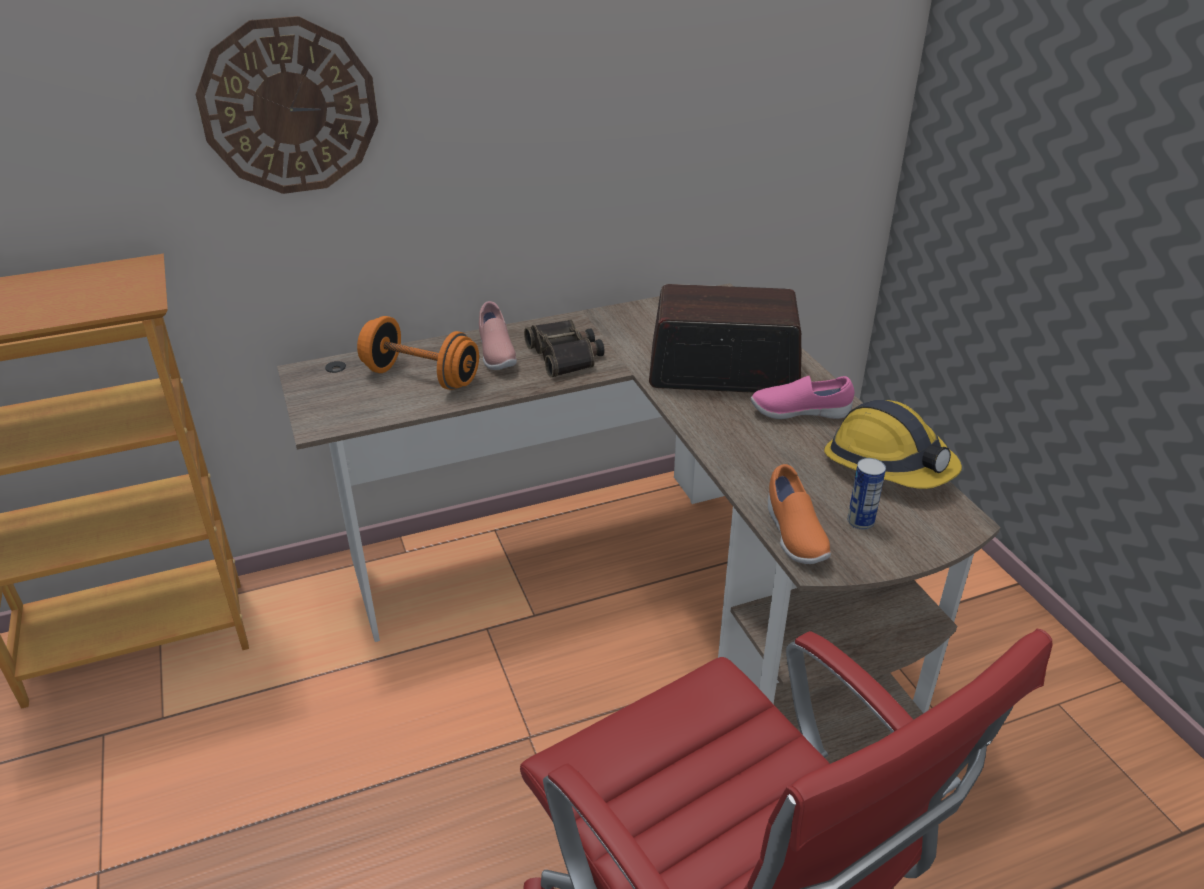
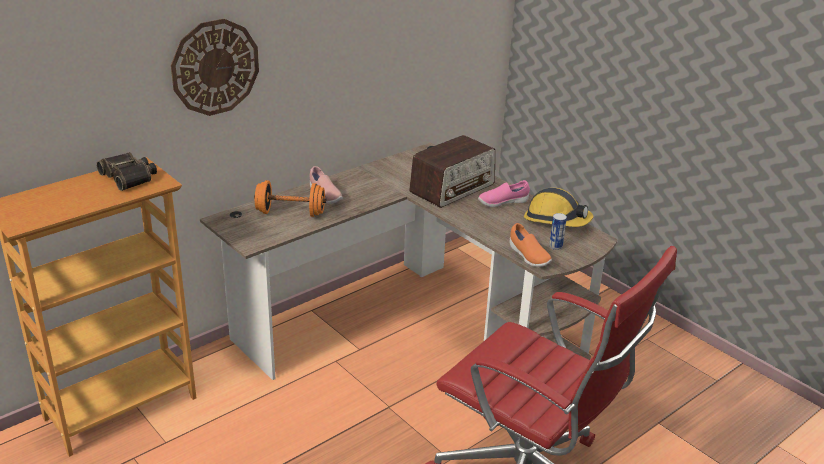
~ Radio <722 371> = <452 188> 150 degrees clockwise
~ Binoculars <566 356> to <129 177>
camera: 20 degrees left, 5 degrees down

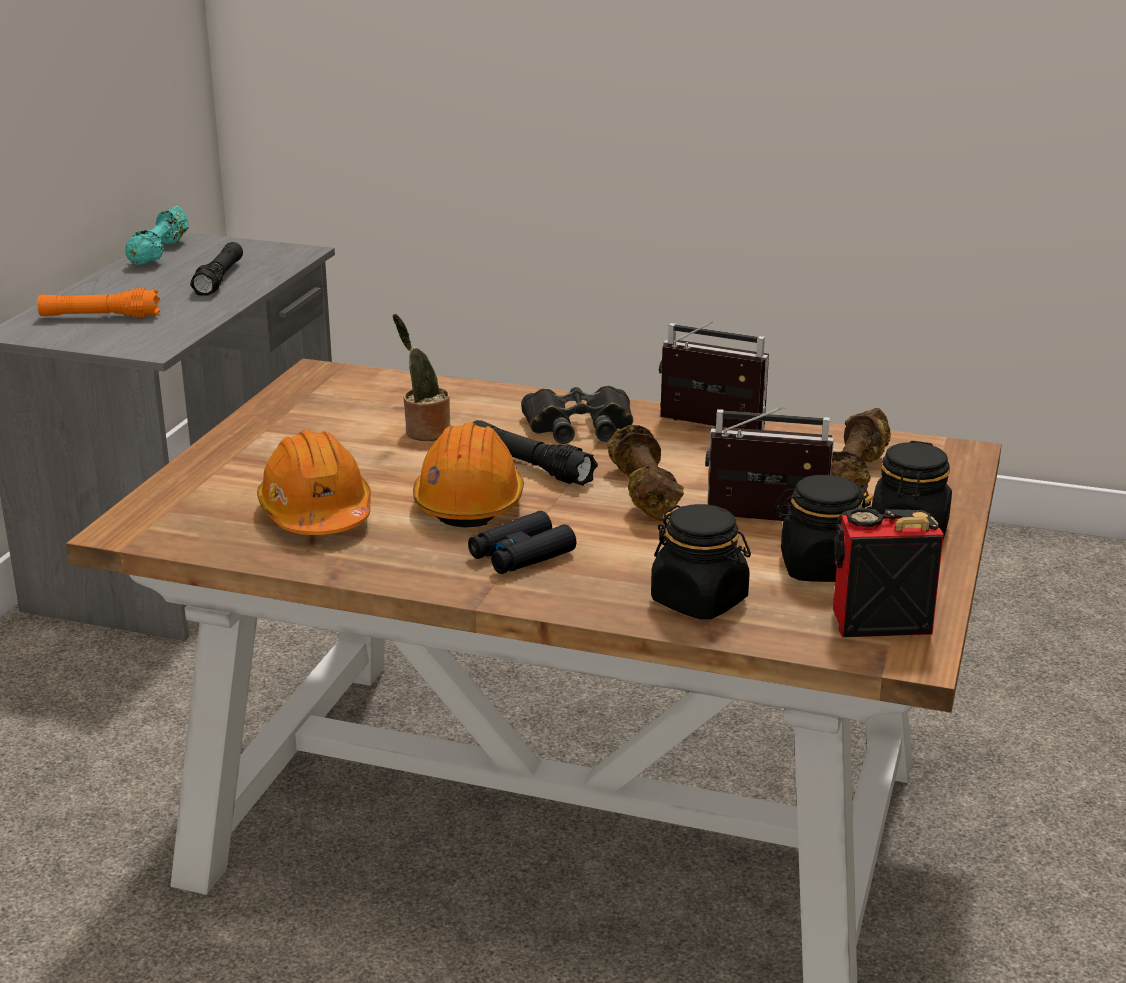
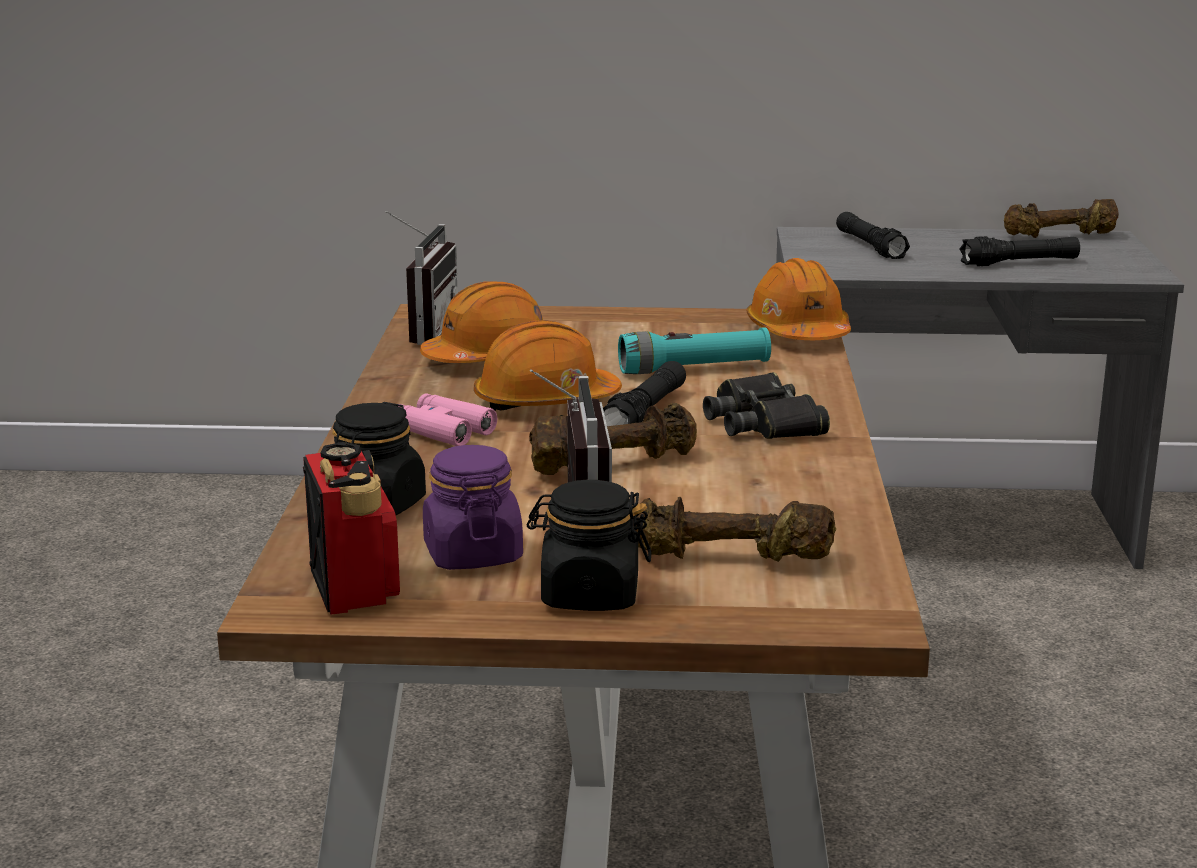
~ TurquoiseDumbbell <160 253> to BrownDumbbell <1060 237>
~ OrangeFlashlight <100 316> to BlackFlashlight <869 246>
~ PottedPlant <424 432> to TurquoiseFlashlight <694 369>
~ Radio <706 428> to <421 330>
~ BlackJar <820 568> to PurpleJar <472 554>
~ BlackBinoculars <521 555> to PinkBinoculars <443 431>
+ OrangeHardHat <798 332>
camera: 75 degrees right, 5 degrees down

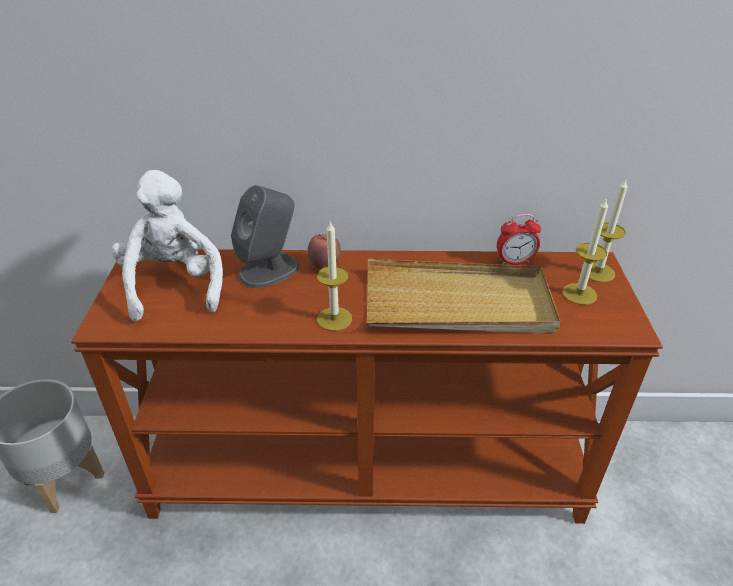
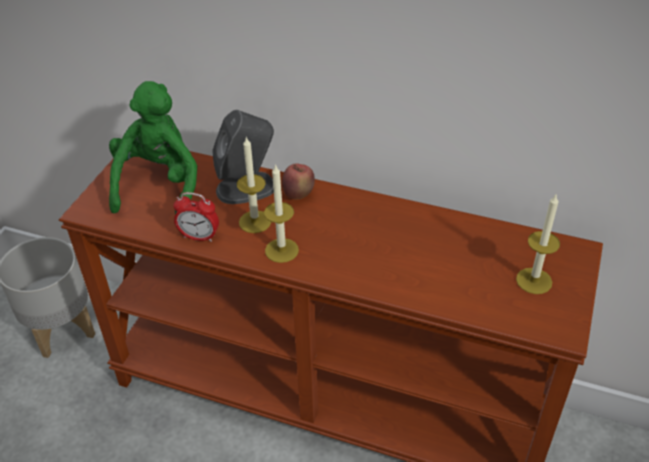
~ WhitePlushToy <174 285> to GreenPlushToy <159 185>
~ Candle <598 272> to <255 222>
~ AlarmClock <514 261> to <199 237>
- BeigeTray <457 303>
camera: 20 degrees right, 5 degrees up

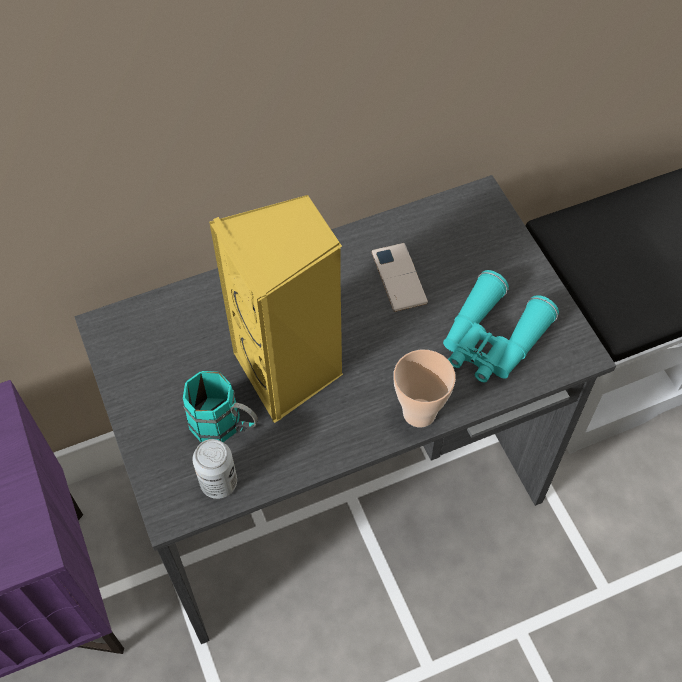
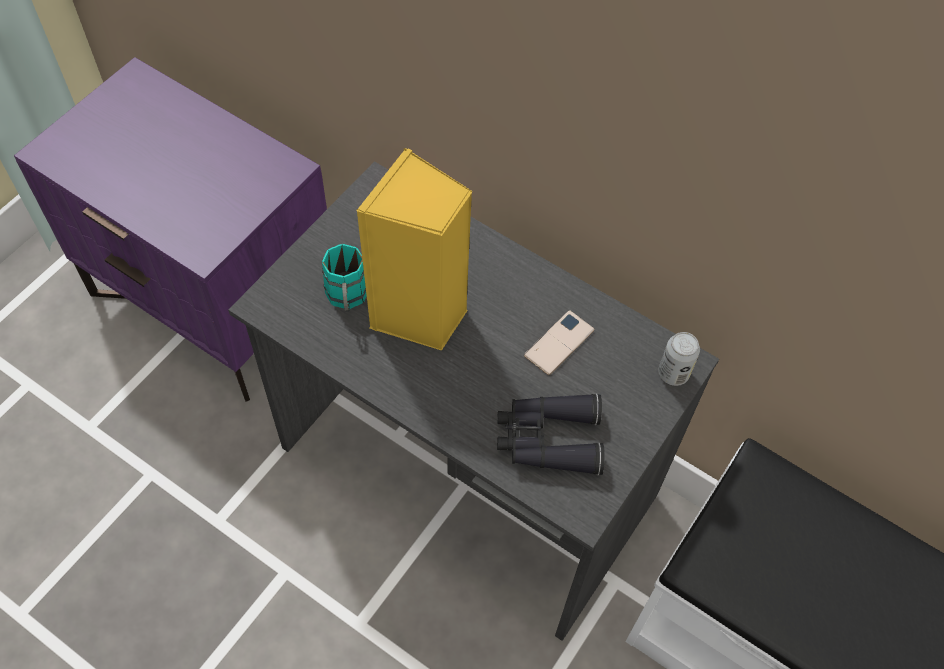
~ TurquoiseBinoculars <491 340> to BlackBinoculars <548 439>
- Cup <419 412>
~ Can <219 483> to <673 373>
camera: 55 degrees right, 0 degrees up

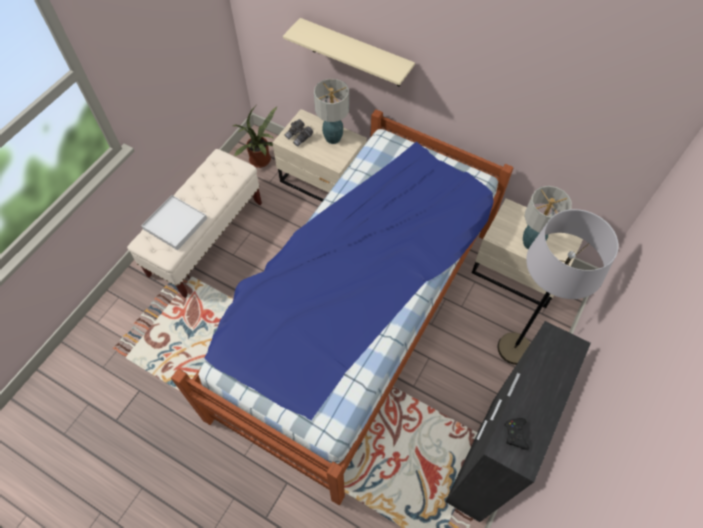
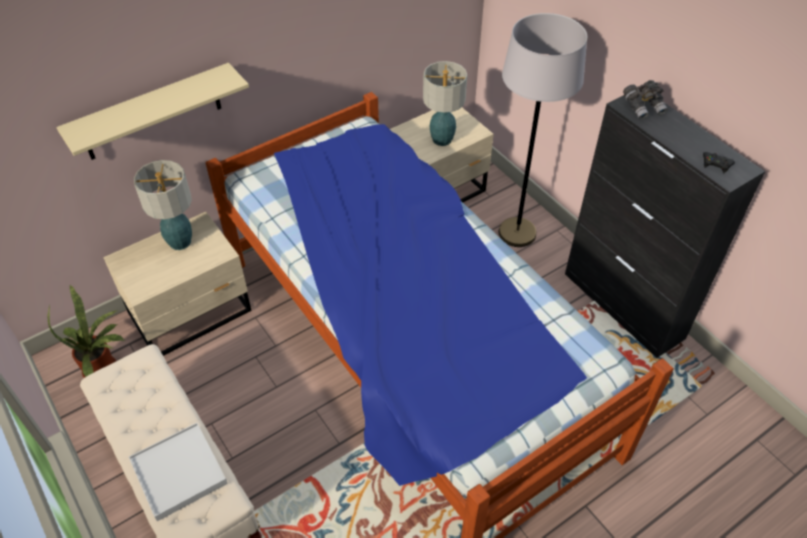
~ GreyBinoculars <299 137> to <643 107>
camera: 65 degrees left, 10 degrees down

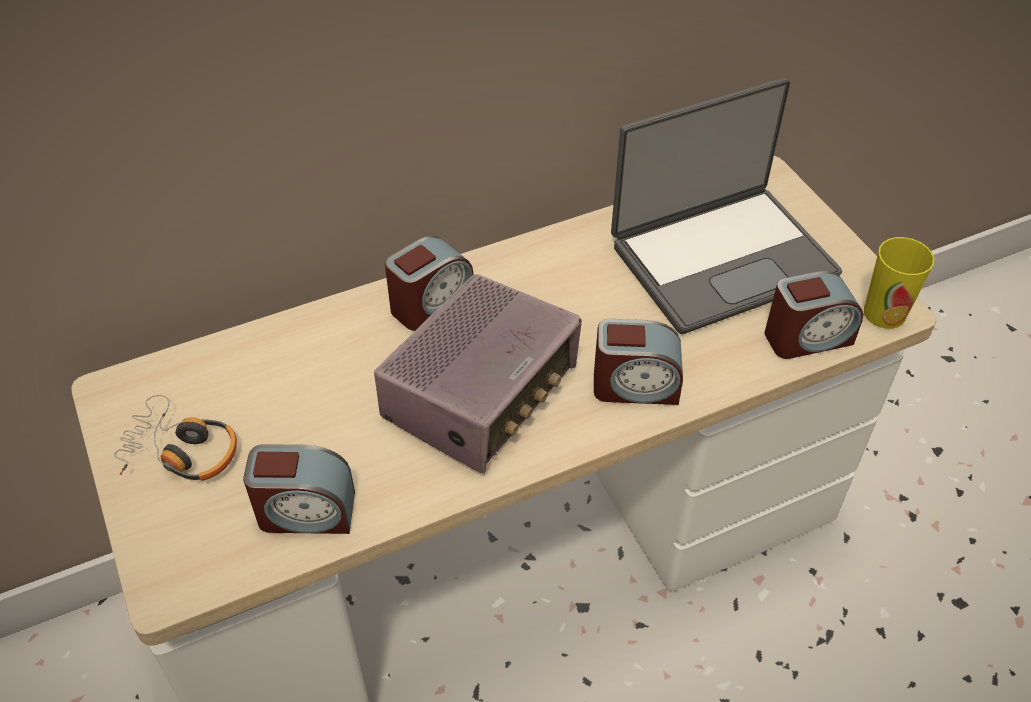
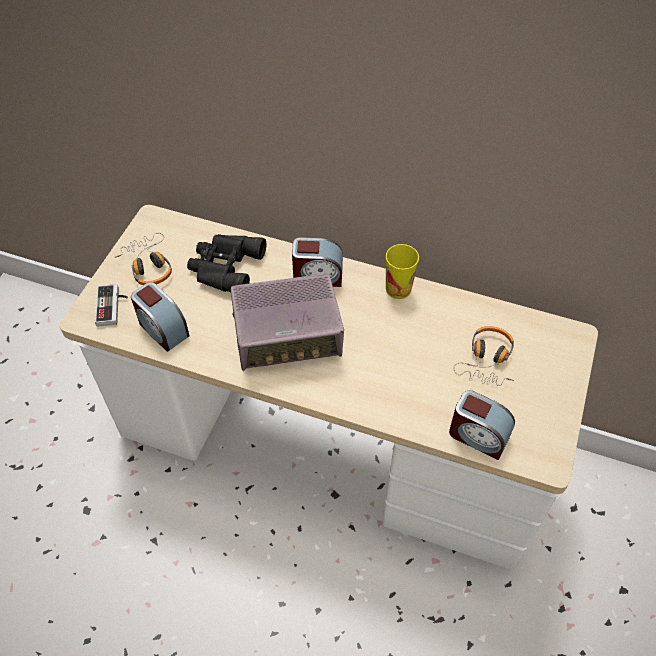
~ Laptop <721 258> to Headphones <487 360>
~ Cup <884 313> to <398 289>
- AlarmClock <635 386>
+ BlackBinoculars <224 267>
+ GameController <113 306>
camera: 45 degrees right, 5 degrees up

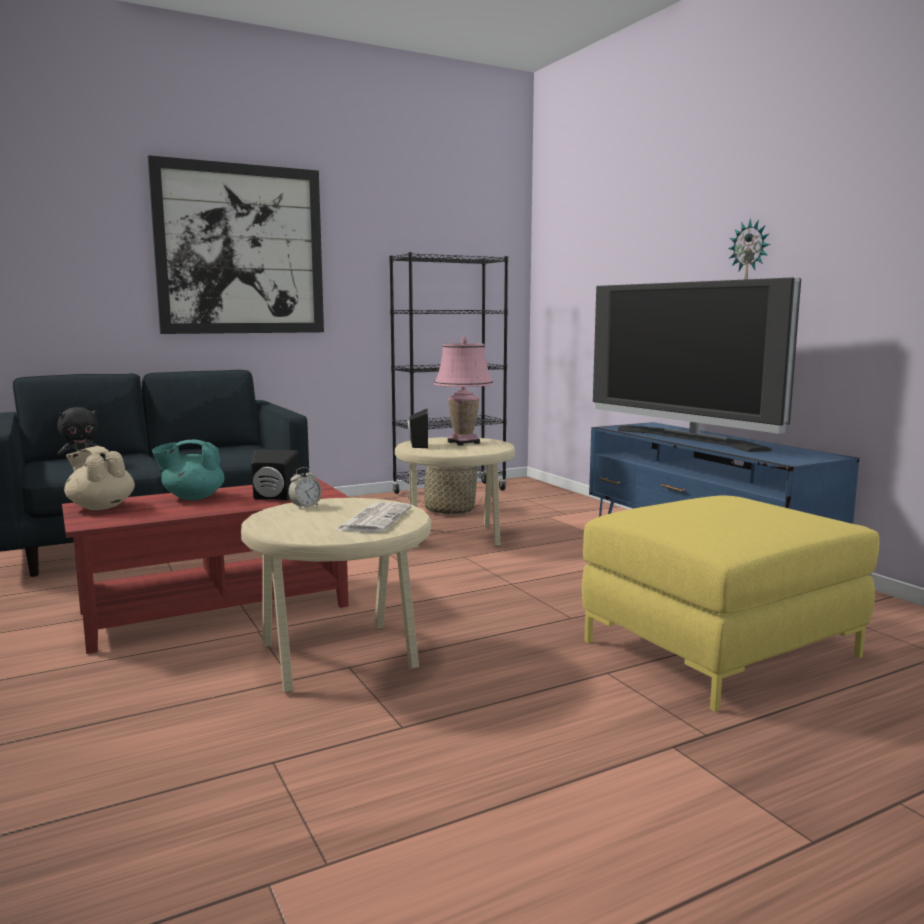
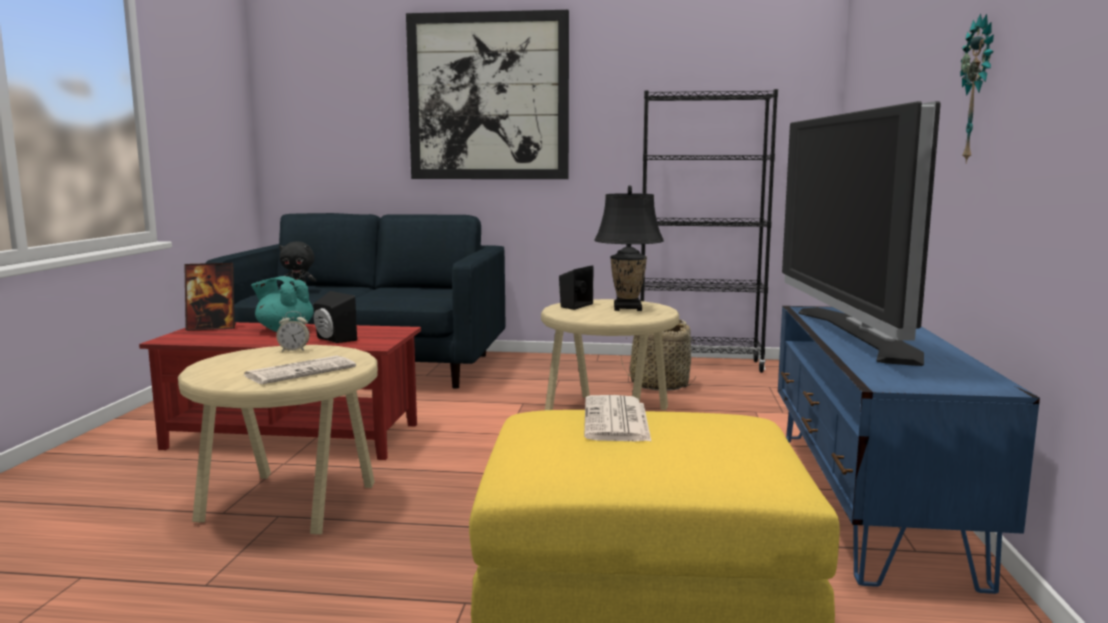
~ PinkTableLamp <463 443> to BlackTableLamp <627 308>
~ BeigeTeapot <101 507> to PictureFrame <212 328>
+ Newspaper <617 421>
camera: 35 degrees right, 0 degrees up

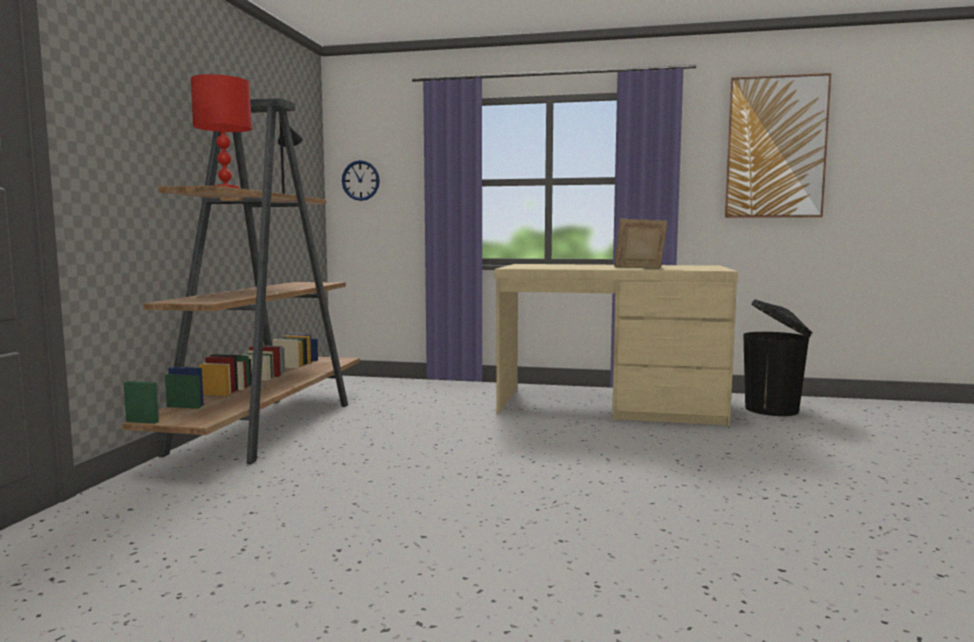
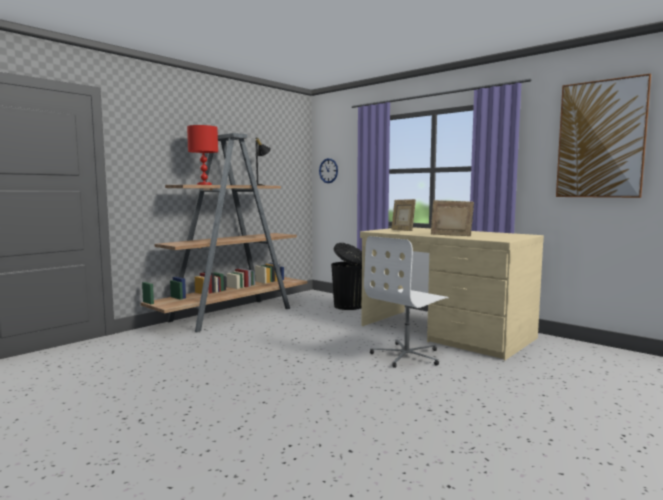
~ BlackTrashCan <773 409> to <349 306>
+ PictureFrame <402 230>
+ WhiteOfficeChair <407 356>
camera: 30 degrees right, 0 degrees up

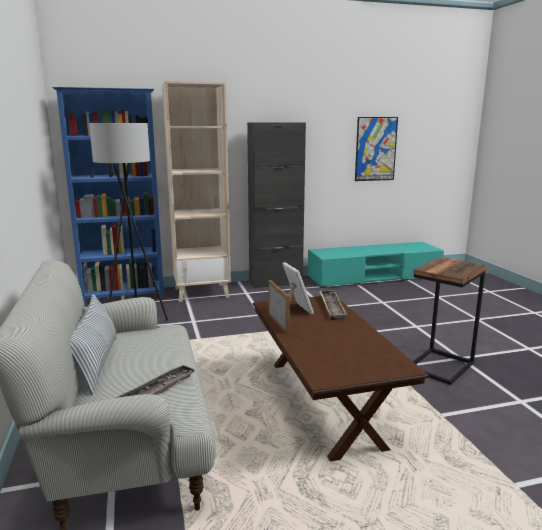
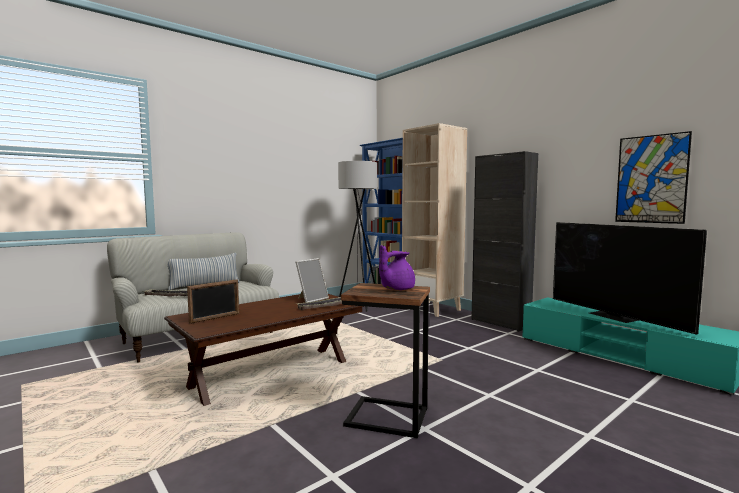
~ PictureFrame <278 323> to <215 318>
+ Television <614 316>
+ PurpleTeapot <396 289>
camera: 65 degrees right, 10 degrees down

